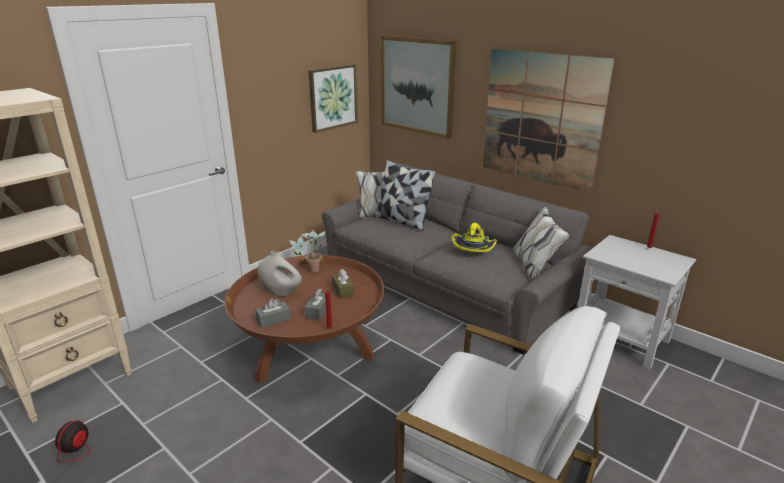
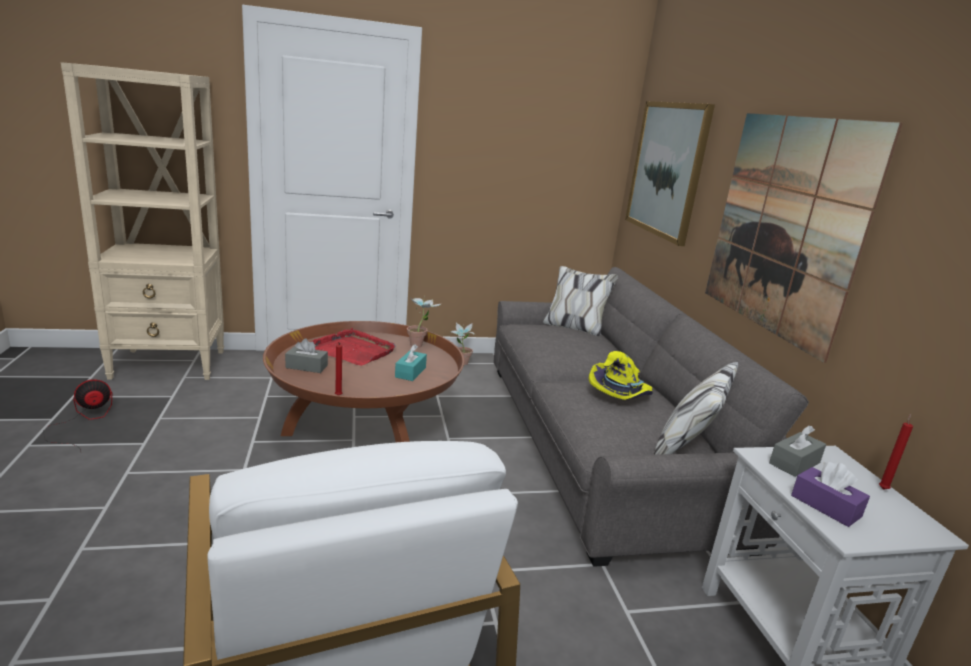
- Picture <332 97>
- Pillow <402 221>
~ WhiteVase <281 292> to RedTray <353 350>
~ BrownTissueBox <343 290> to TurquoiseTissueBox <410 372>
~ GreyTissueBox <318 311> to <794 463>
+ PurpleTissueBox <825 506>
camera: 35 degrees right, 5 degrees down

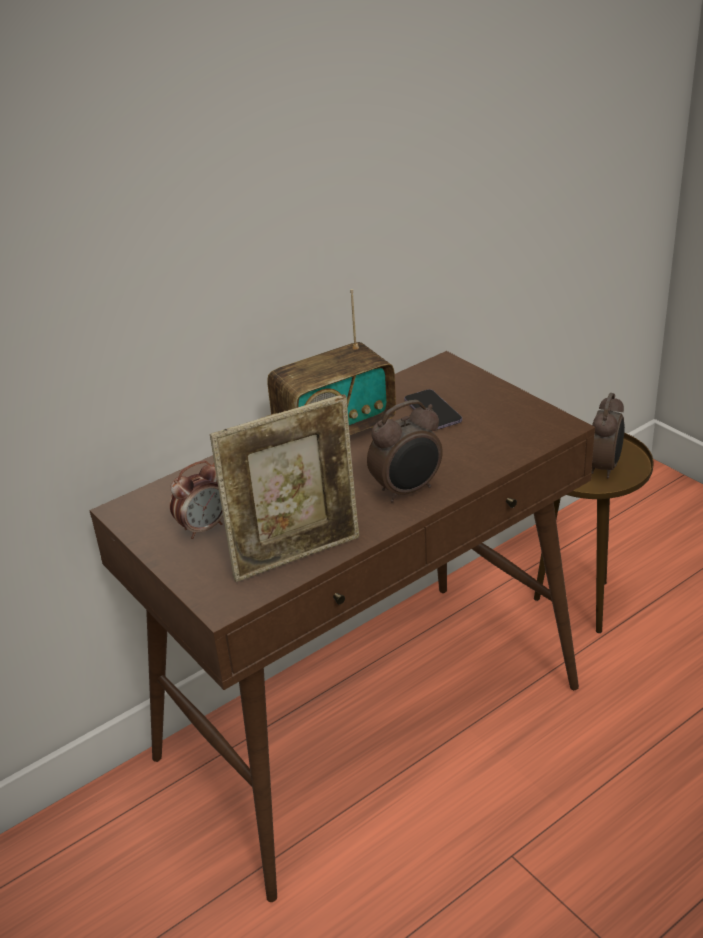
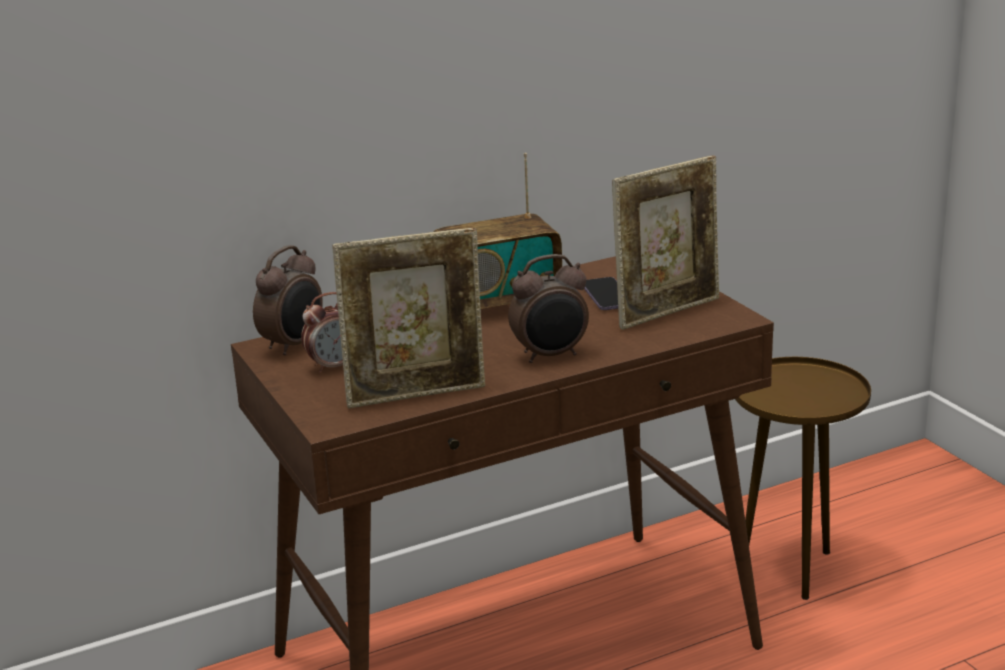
~ AlarmClock <605 467> to <294 345>
+ PictureFrame <667 311>
camera: 10 degrees right, 10 degrees down

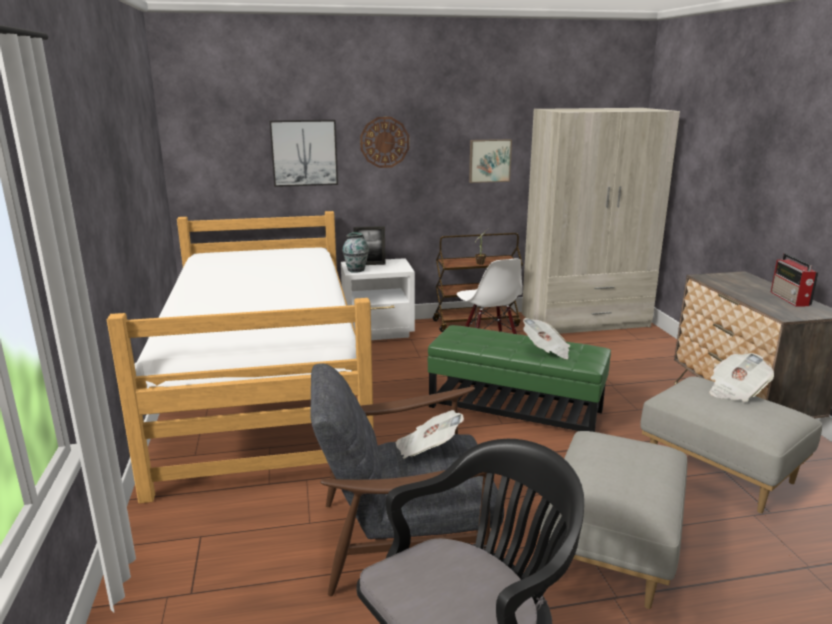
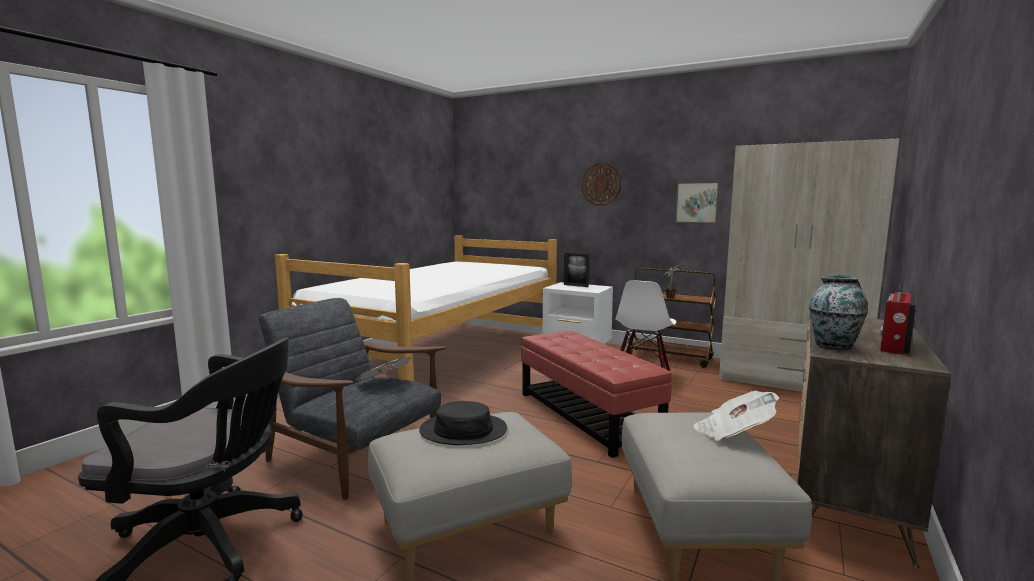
- Picture <304 153>
~ Vase <356 270> to <834 346>
- Newspaper <546 351>
~ GreenOttoman <515 409> to RedOttoman <586 416>
+ BlackHat <463 430>
camera: 40 degrees right, 10 degrees down

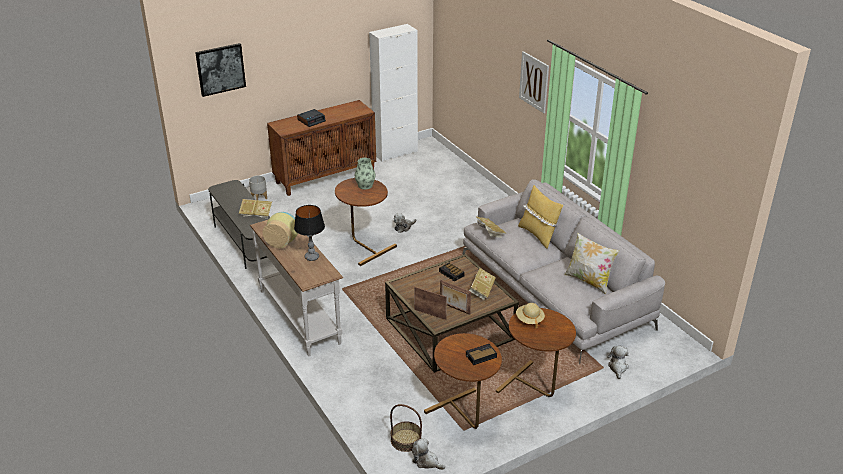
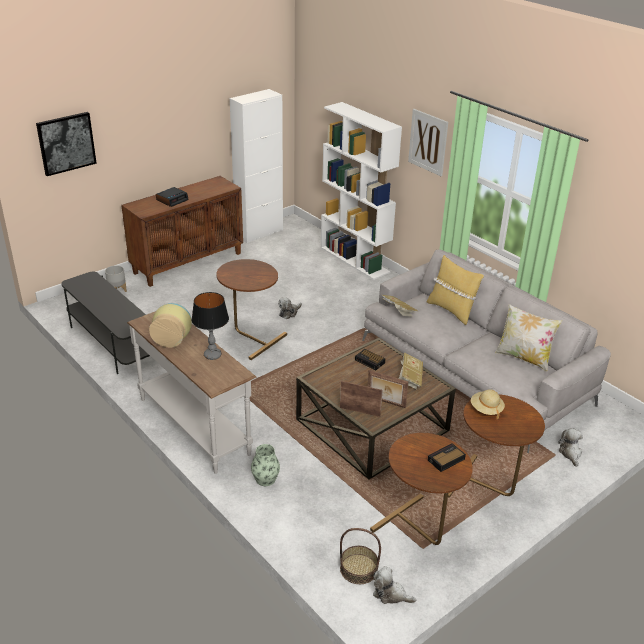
~ Vase <365 185> to <265 479>
- Book <256 214>
+ WhiteBookcase <355 260>
camera: 10 degrees left, 0 degrees up

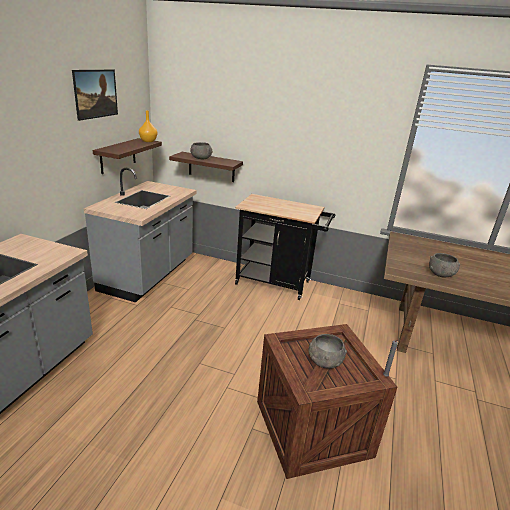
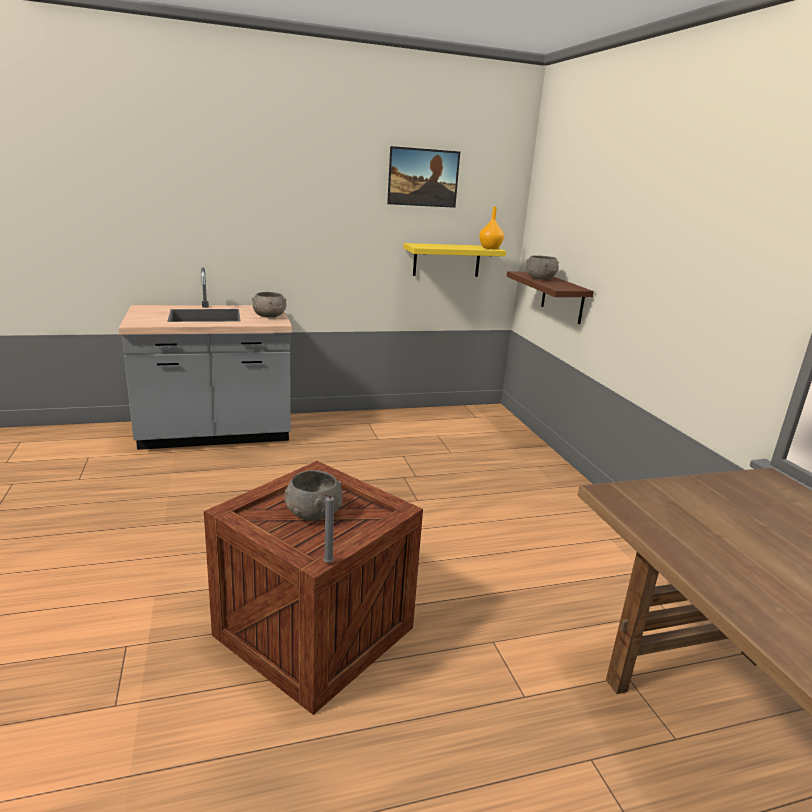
~ BrownShelf <118 155> to YellowShelf <446 260>
- GreyCounter <148 275>
- BlackCart <278 284>
~ GreyBowl <441 274> to <269 316>
camera: 55 degrees right, 5 degrees down

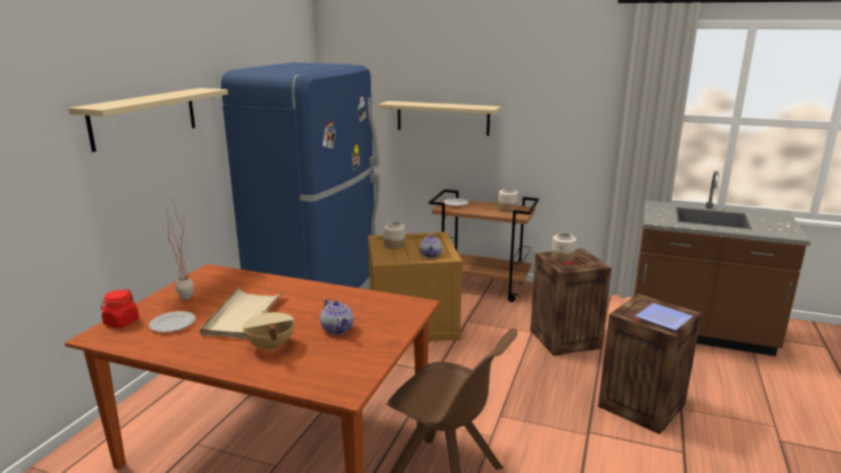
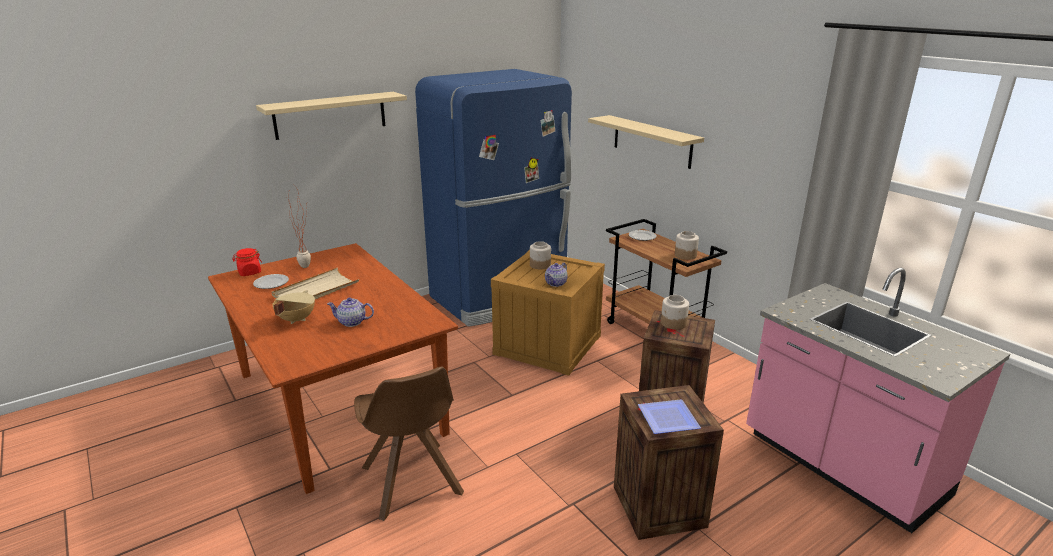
~ BrownCounter <698 333> to PinkCounter <841 466>
~ Teapot <337 329> = <352 322> 90 degrees clockwise
camera: 35 degrees right, 5 degrees up

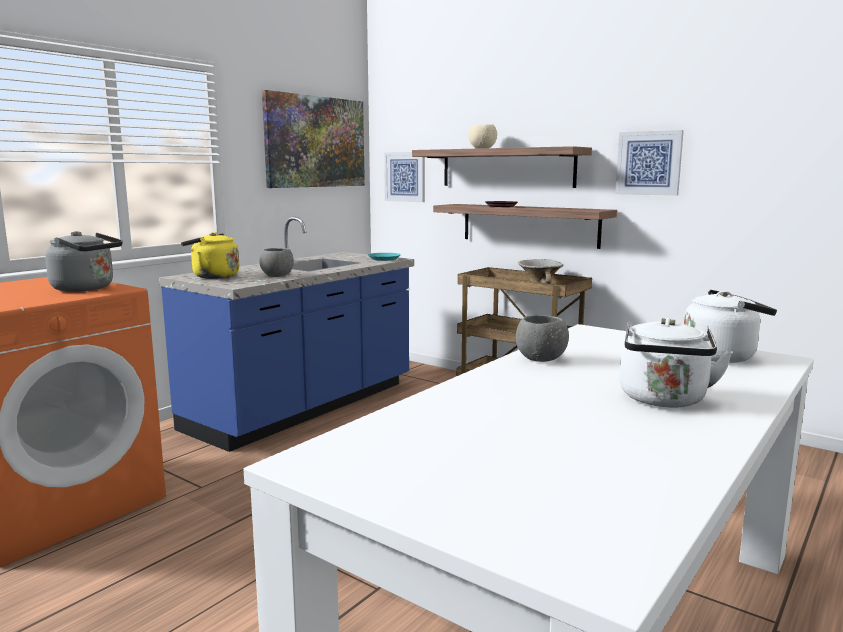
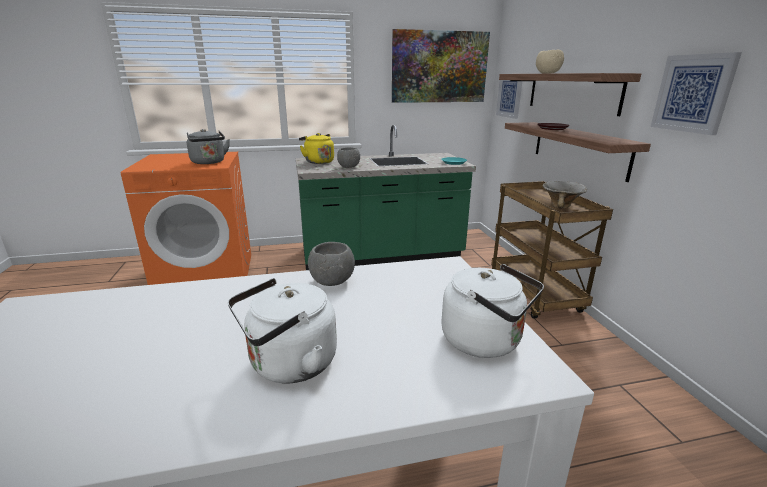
~ BlueCounter <304 406> to GreenCounter <381 255>
camera: 40 degrees right, 10 degrees up

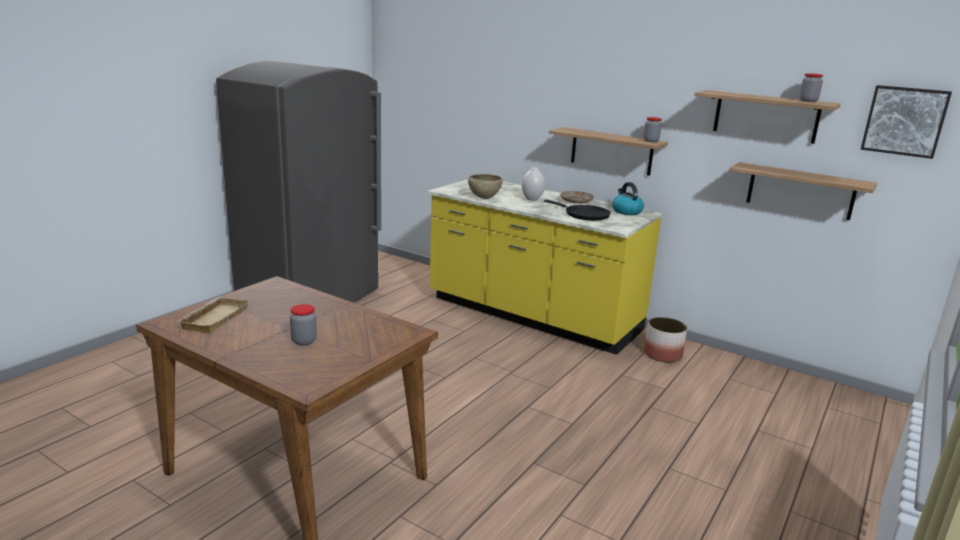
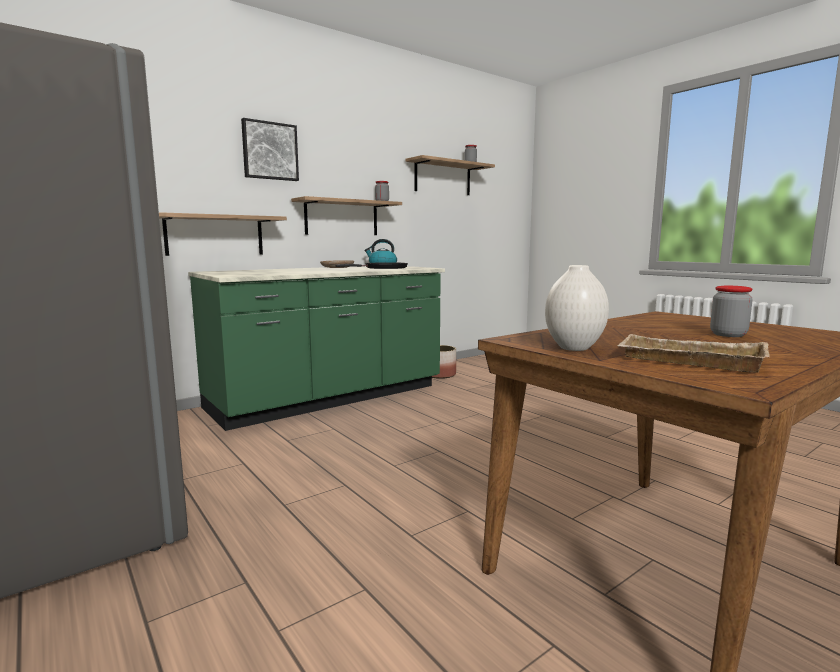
~ Picture <904 121> to <269 151>
~ Shelf <800 191> to <215 235>
~ WhiteVase <532 199> to <575 348>
- BrownBowl <484 198>
~ YellowCounter <532 315> to GreenCounter <328 398>
camera: 70 degrees left, 10 degrees down

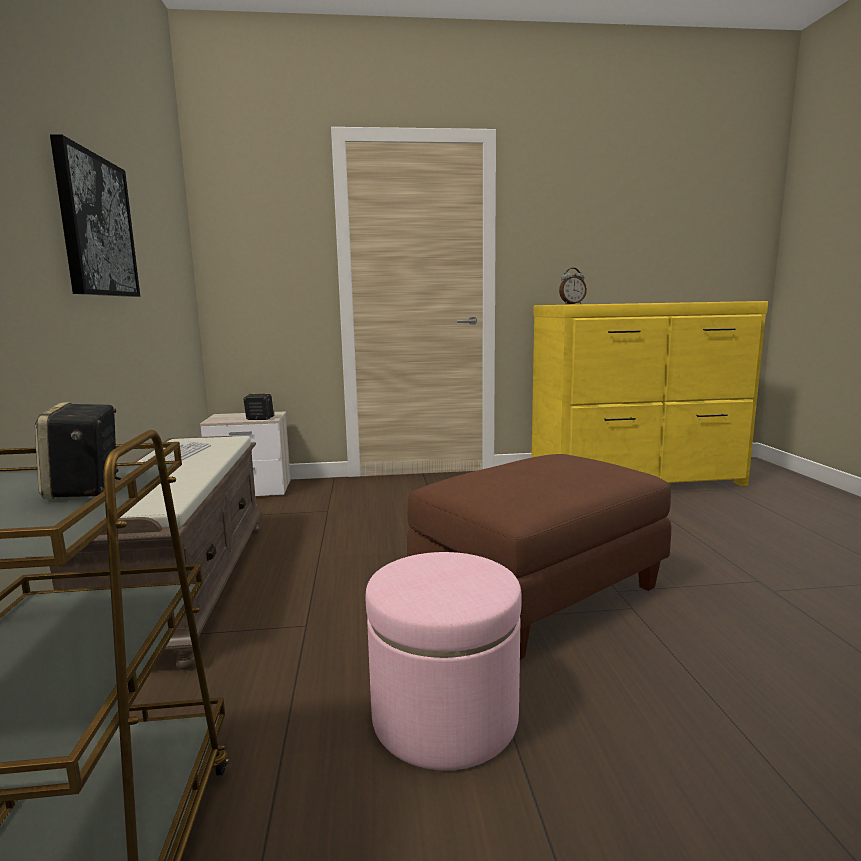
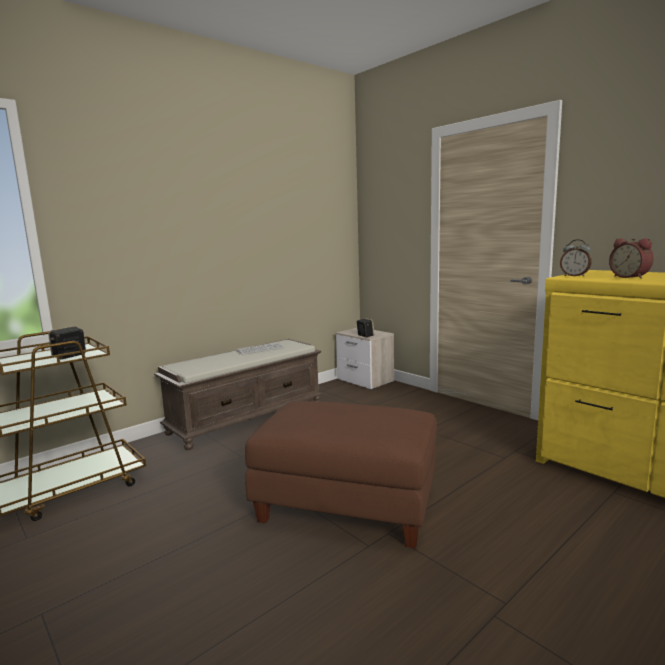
- Picture <96 226>
- PinkOttoman <445 716>
+ AlarmClock <630 277>
camera: 55 degrees right, 0 degrees up

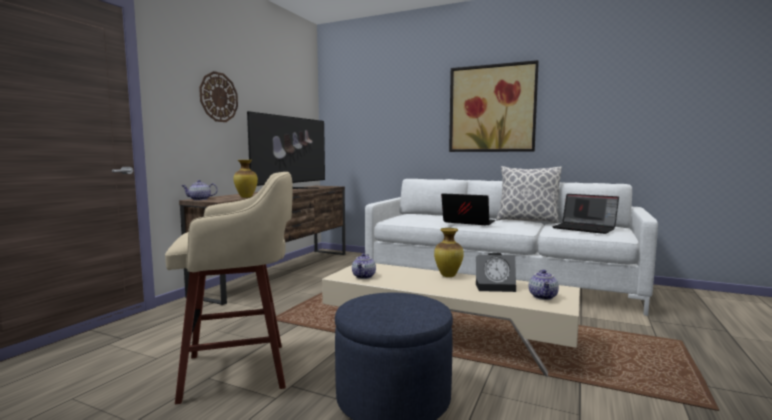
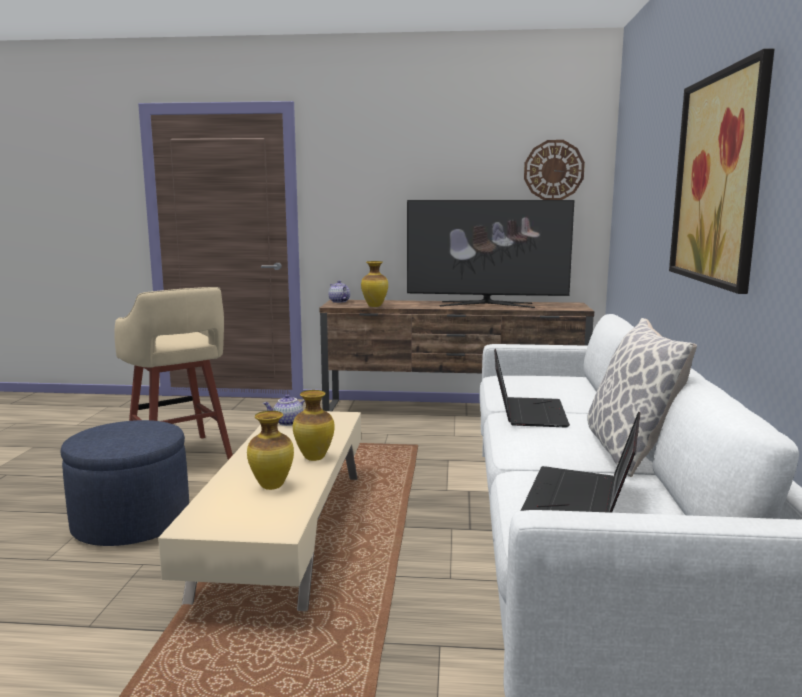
~ WallClock <218 97> to <553 170>
~ AlarmClock <496 287> to Vase <272 486>
- Teapot <543 297>
camera: 70 degrees right, 5 degrees up

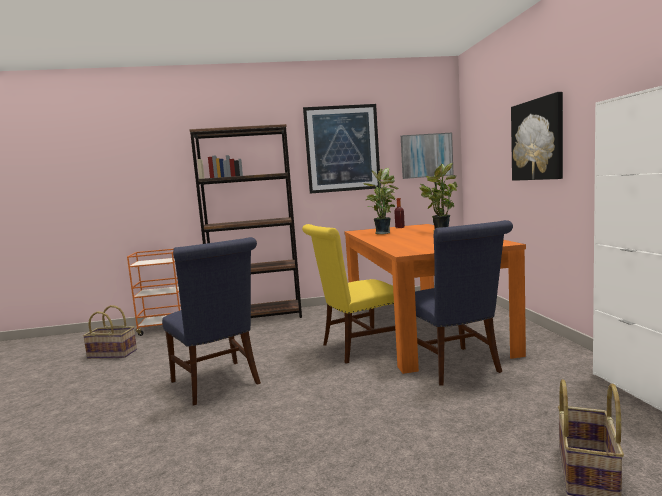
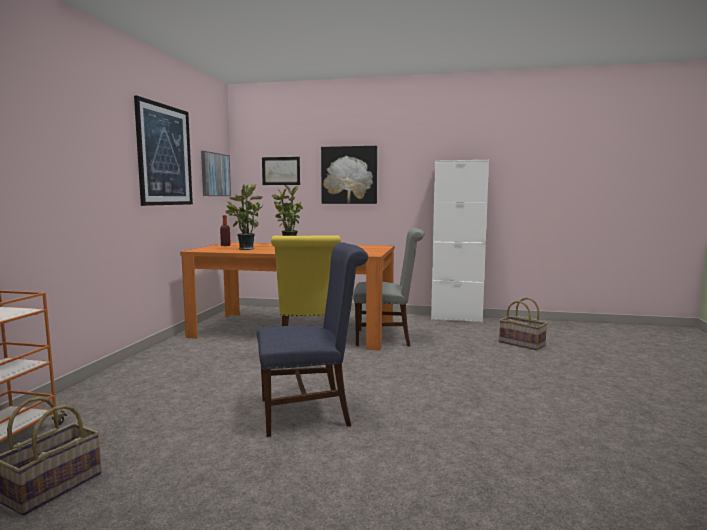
- BrownBookcase <258 317>
~ BlueChair <455 367> to GreyChair <387 338>
+ Picture <281 171>
camera: 70 degrees left, 0 degrees up

